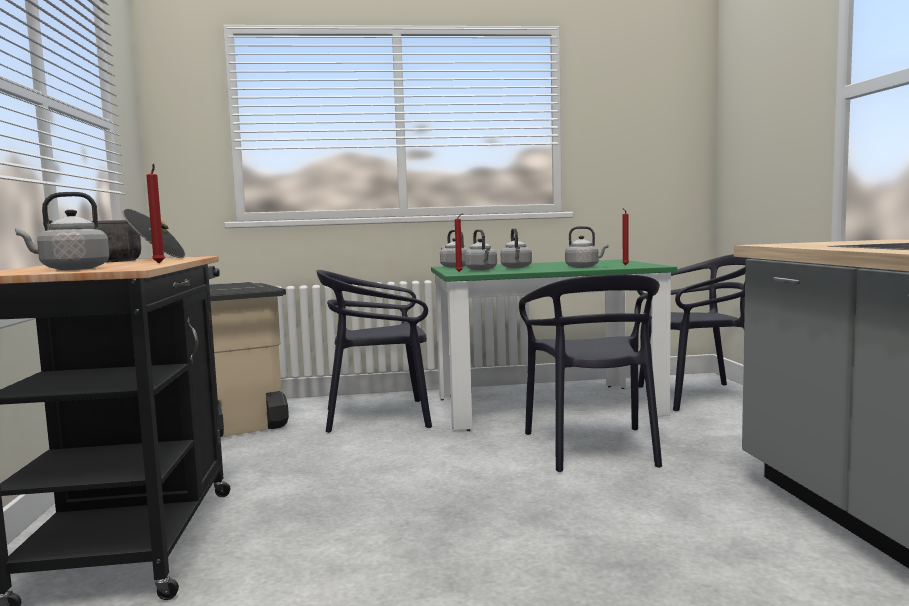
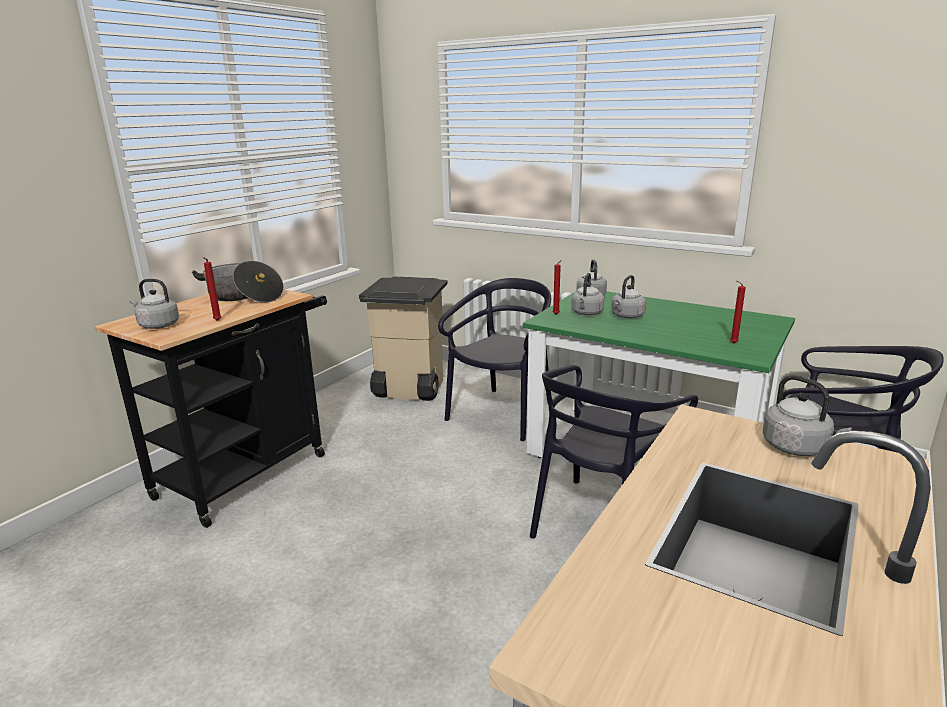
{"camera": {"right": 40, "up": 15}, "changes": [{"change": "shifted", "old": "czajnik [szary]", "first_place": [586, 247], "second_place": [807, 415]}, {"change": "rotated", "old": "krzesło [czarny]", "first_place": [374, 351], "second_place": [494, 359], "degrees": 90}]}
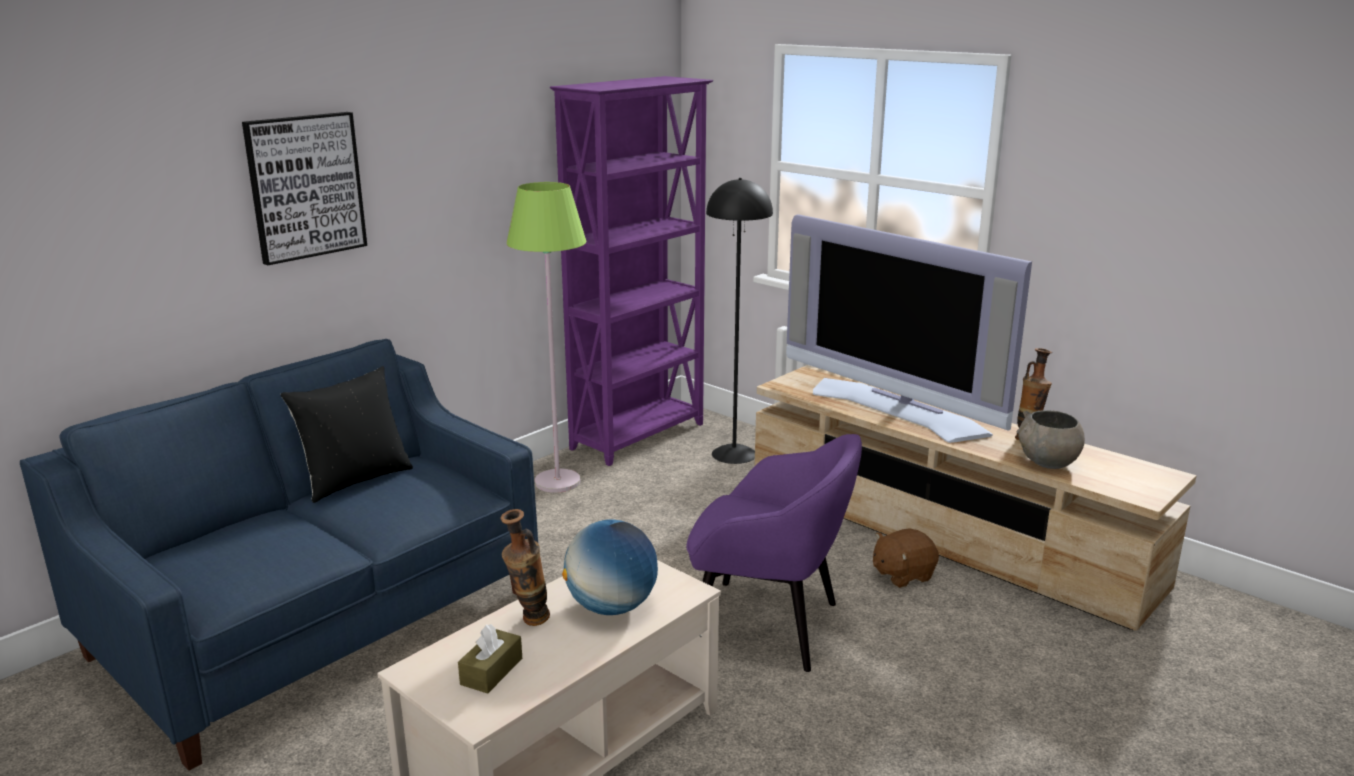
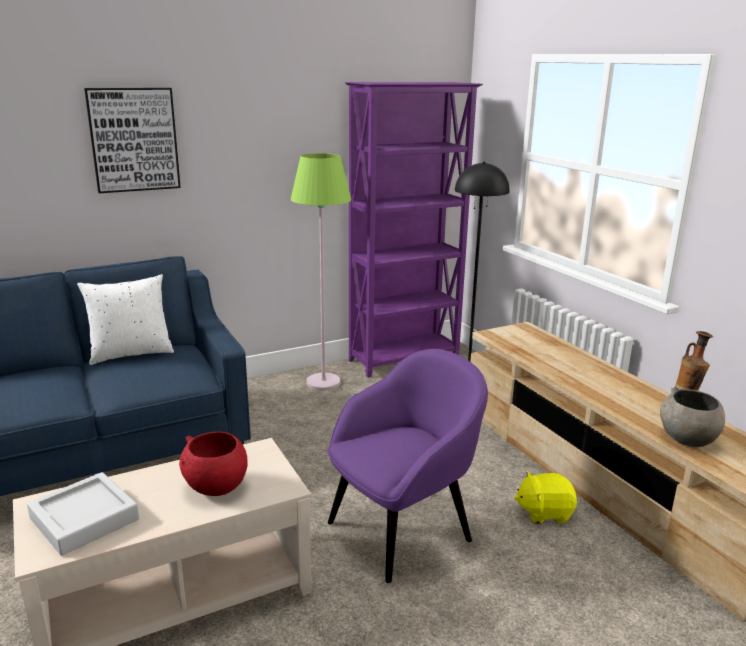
{"camera": {"right": 20, "up": 0}, "changes": [{"change": "gone", "old": "telewizor", "first_place": [909, 328]}, {"change": "repainted", "old": "poduszka [czarny]", "new": "poduszka [biały]", "first_place": [347, 434], "second_place": [125, 319]}, {"change": "rotated", "old": "fotel [fioletowy]", "first_place": [774, 553], "second_place": [408, 466], "degrees": -75}, {"change": "gone", "old": "wazon", "first_place": [525, 567]}, {"change": "swapped", "old": "globus", "new": "miska [czerwony]", "first_place": [610, 567], "second_place": [213, 463]}, {"change": "repainted", "old": "pluszak [brązowy]", "new": "pluszak [żółty]", "first_place": [906, 558], "second_place": [545, 497]}, {"change": "swapped", "old": "pudełko chusteczek [brązowy]", "new": "taca [szary]", "first_place": [490, 659], "second_place": [83, 514]}]}
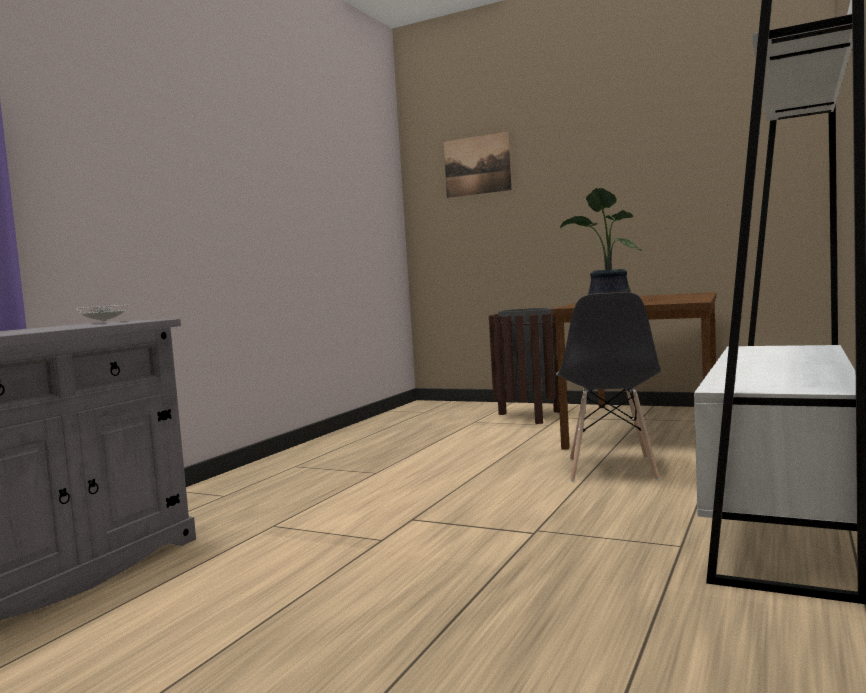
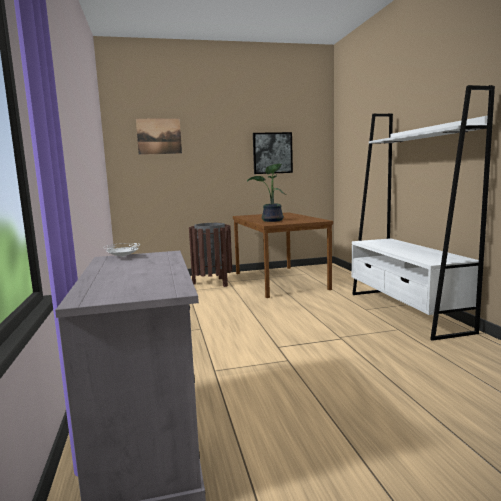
{"camera": {"right": -40, "up": 5}, "changes": [{"change": "gone", "old": "krzesło [szary]", "first_place": [608, 386]}, {"change": "new", "new": "obraz", "second_place": [273, 153]}]}
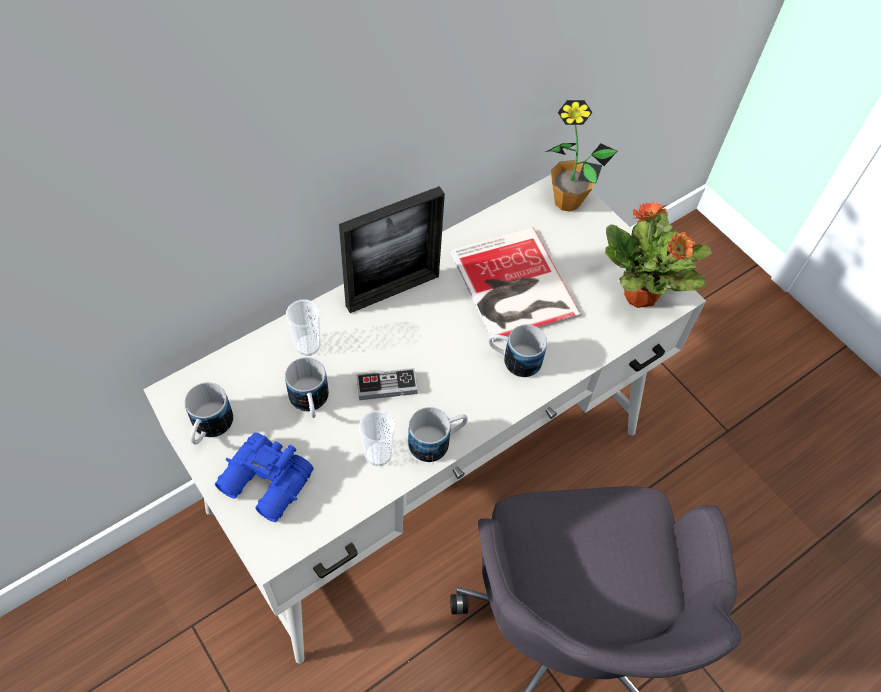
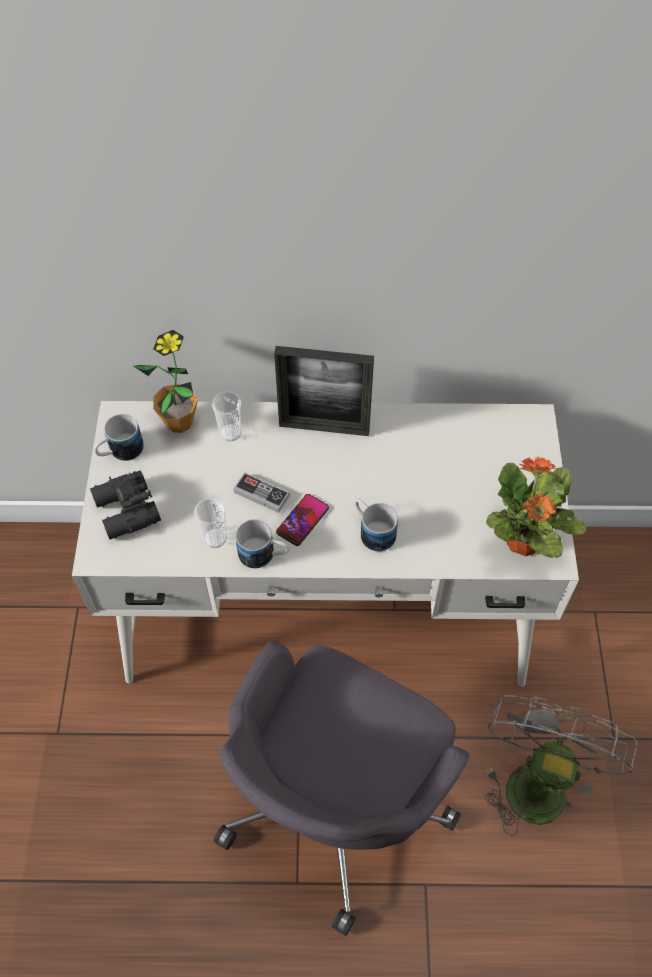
{"camera": {"right": 40, "up": 0}, "changes": [{"change": "shifted", "old": "roślina doniczkowa", "first_place": [581, 156], "second_place": [165, 381]}, {"change": "gone", "old": "książka", "first_place": [515, 284]}, {"change": "gone", "old": "kubek", "first_place": [307, 387]}, {"change": "repainted", "old": "lornetka [niebieski]", "new": "lornetka [czarny]", "first_place": [264, 477], "second_place": [125, 505]}, {"change": "new", "new": "telefon", "second_place": [302, 520]}, {"change": "new", "new": "wentylator [szary]", "second_place": [561, 765]}]}
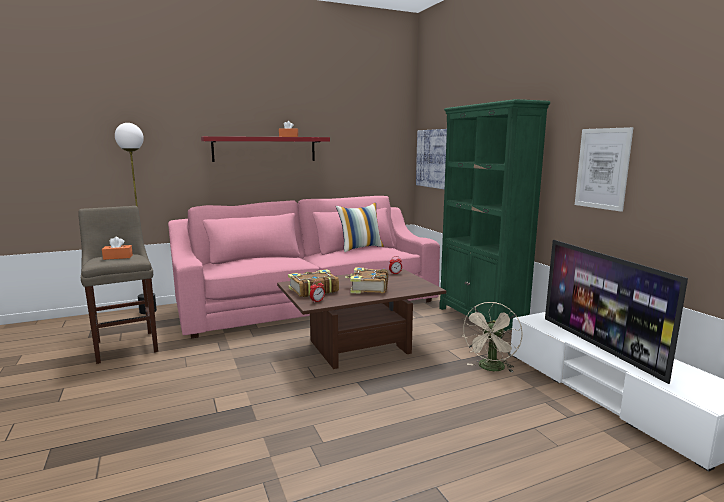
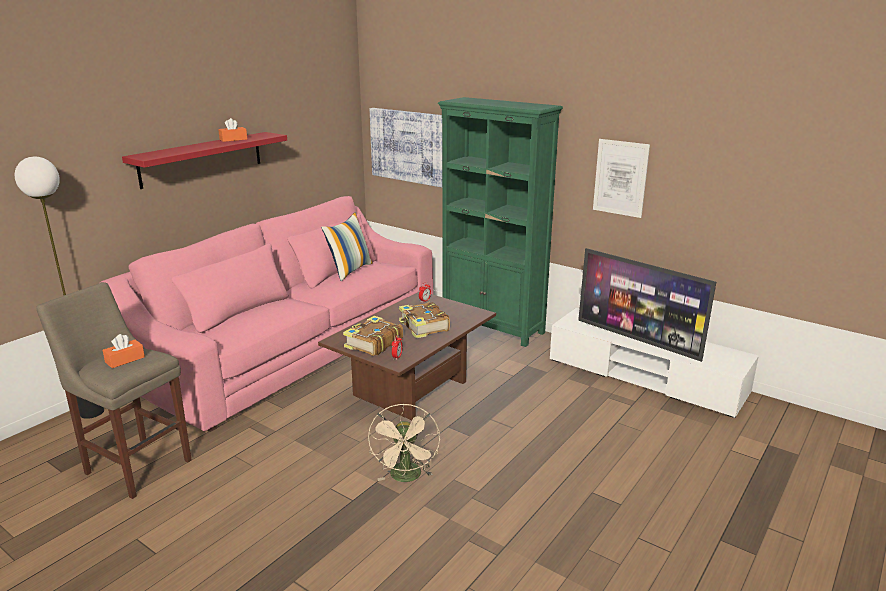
{"camera": {"right": -30, "up": 10}, "changes": [{"change": "shifted", "old": "wentylator [beżowy]", "first_place": [493, 337], "second_place": [404, 443]}]}
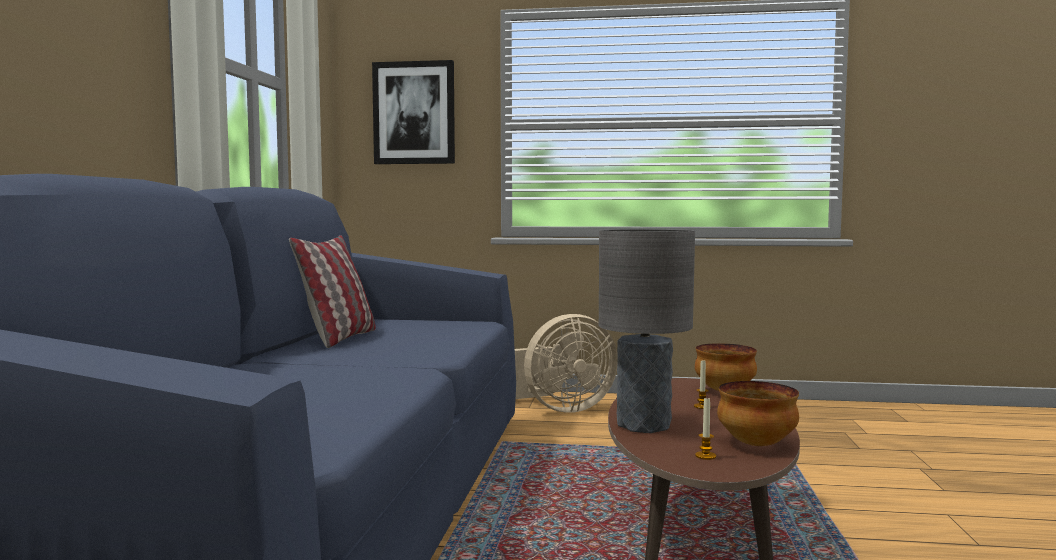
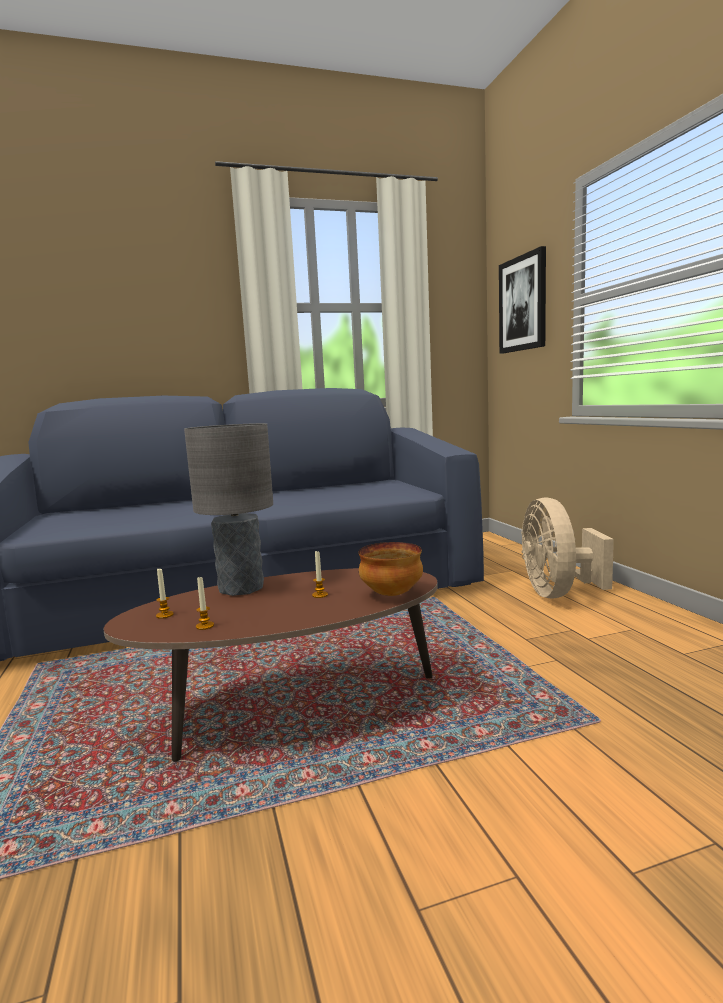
{"camera": {"right": 65, "up": 5}, "changes": [{"change": "gone", "old": "poduszka", "first_place": [332, 291]}, {"change": "rotated", "old": "wentylator [beżowy]", "first_place": [566, 363], "second_place": [567, 548], "degrees": 45}, {"change": "swapped", "old": "miska", "new": "świeca", "first_place": [758, 413], "second_place": [205, 602]}]}
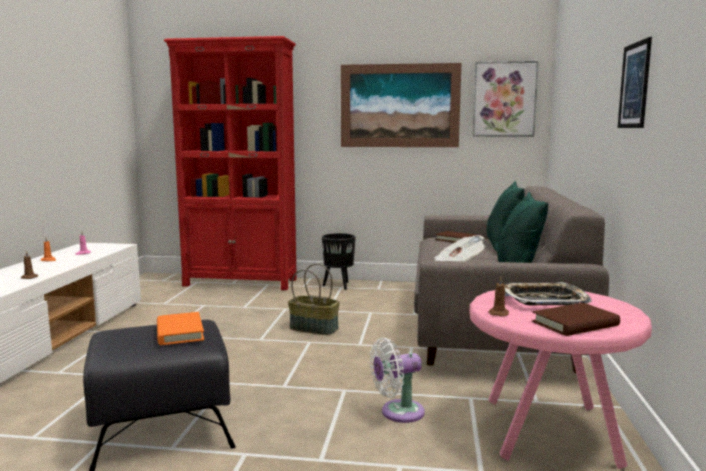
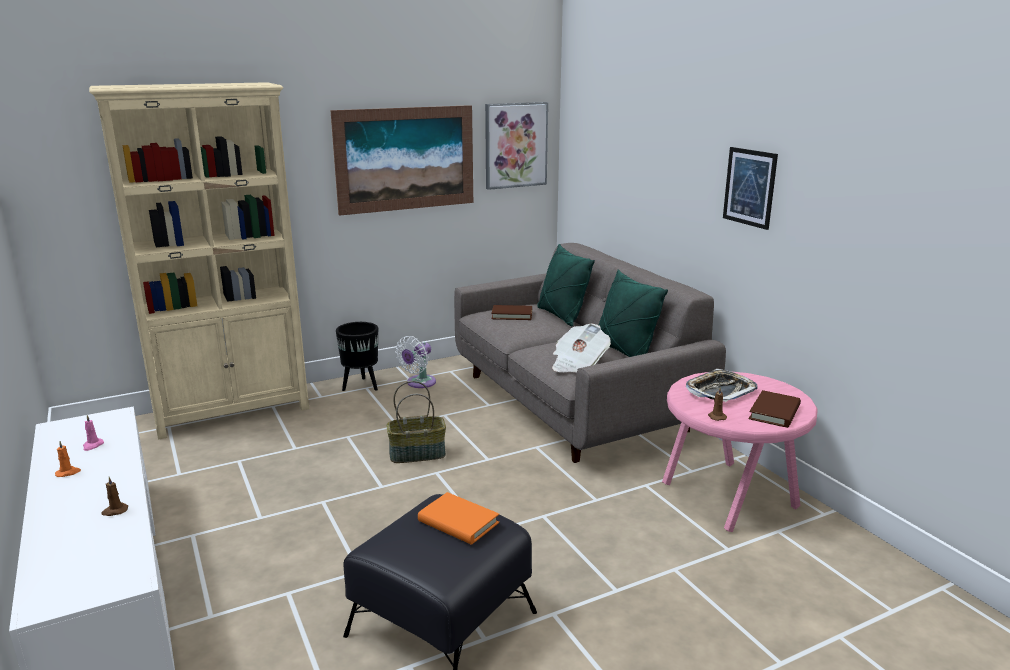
{"camera": {"right": -35, "up": 10}, "changes": [{"change": "repainted", "old": "regał [czerwony]", "new": "regał [beżowy]", "first_place": [230, 163], "second_place": [199, 261]}, {"change": "shifted", "old": "wentylator [biały]", "first_place": [397, 380], "second_place": [415, 362]}]}
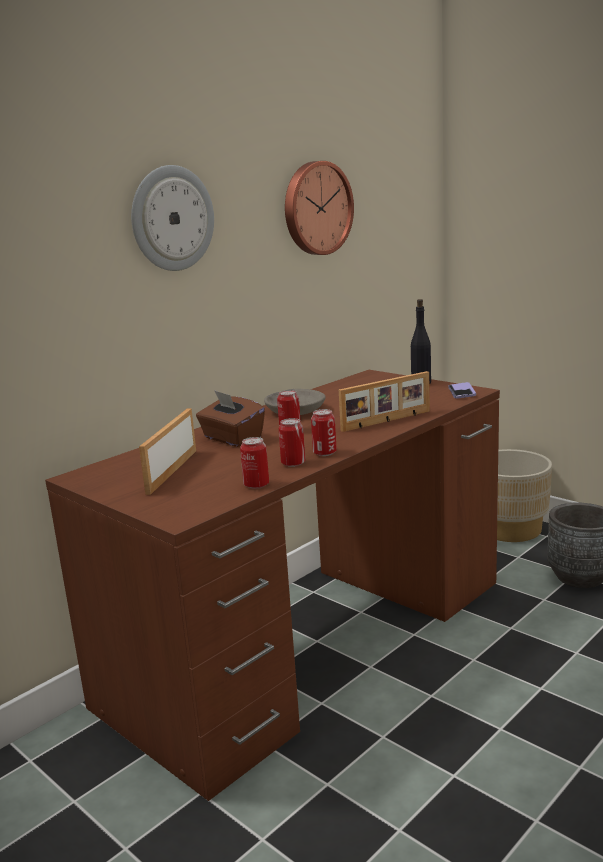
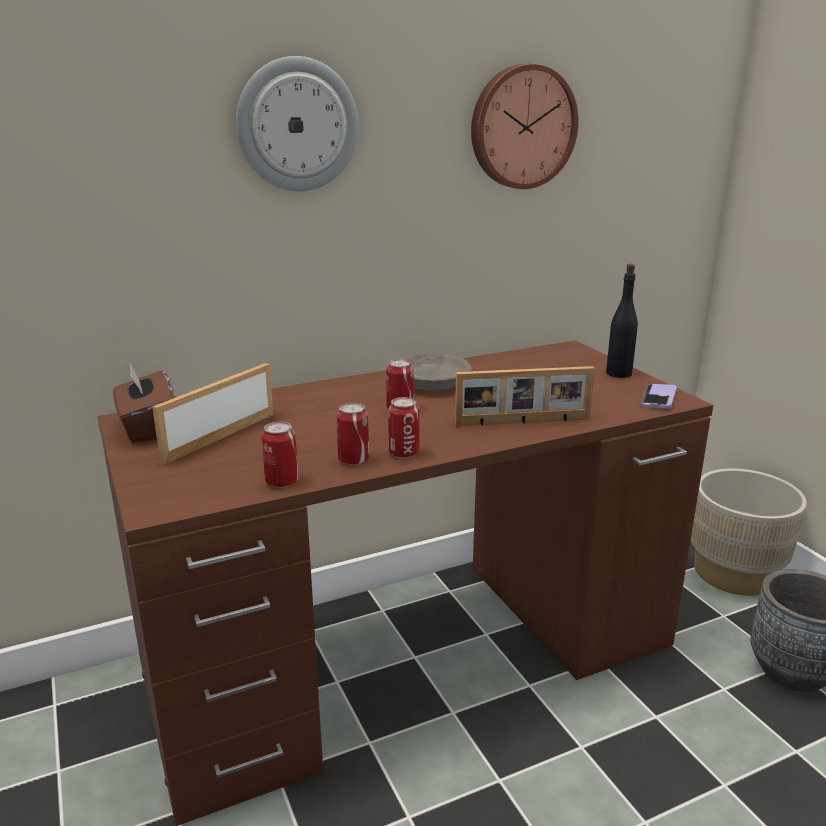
{"camera": {"right": 20, "up": 5}, "changes": [{"change": "shifted", "old": "pudełko chusteczek [brązowy]", "first_place": [230, 418], "second_place": [144, 403]}]}
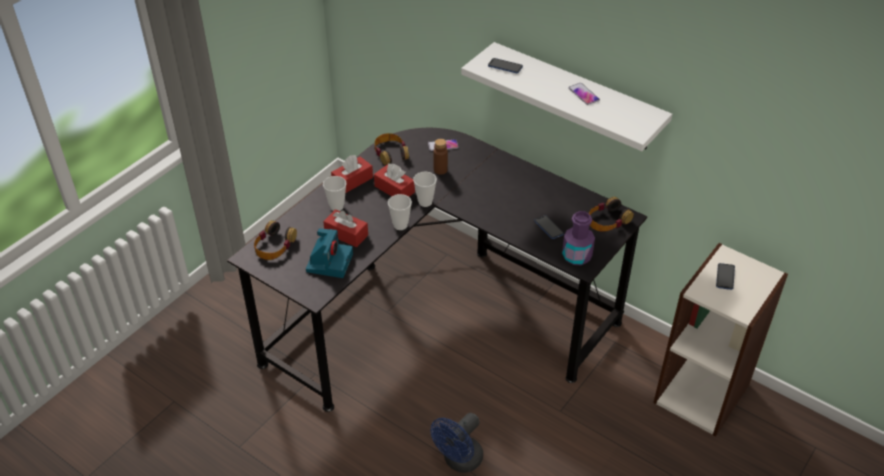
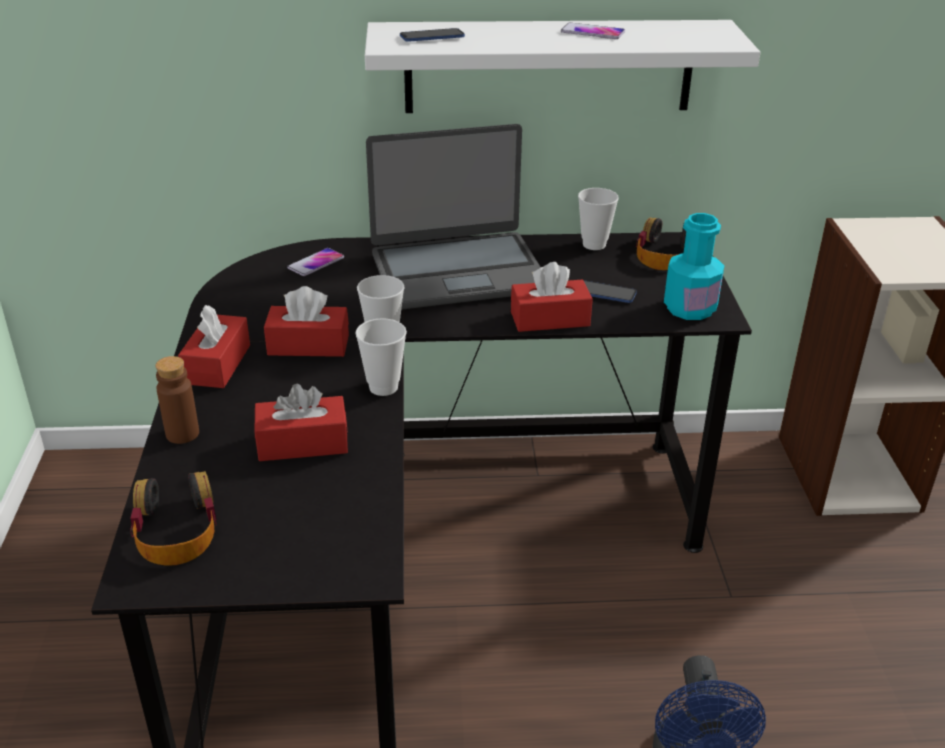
{"camera": {"right": -40, "up": -10}, "changes": [{"change": "gone", "old": "słuchawki", "first_place": [392, 149]}, {"change": "shifted", "old": "butelka [brązowy]", "first_place": [440, 157], "second_place": [177, 400]}, {"change": "shifted", "old": "filiżanka", "first_place": [334, 193], "second_place": [598, 219]}, {"change": "repainted", "old": "butelka [fioletowy]", "new": "butelka [turkusowy]", "first_place": [578, 238], "second_place": [694, 266]}, {"change": "gone", "old": "aparat fotograficzny", "first_place": [329, 253]}, {"change": "gone", "old": "telefon", "first_place": [725, 276]}, {"change": "new", "new": "laptop", "second_place": [453, 217]}, {"change": "new", "new": "pudełko chusteczek [czerwony]", "second_place": [552, 297]}]}
